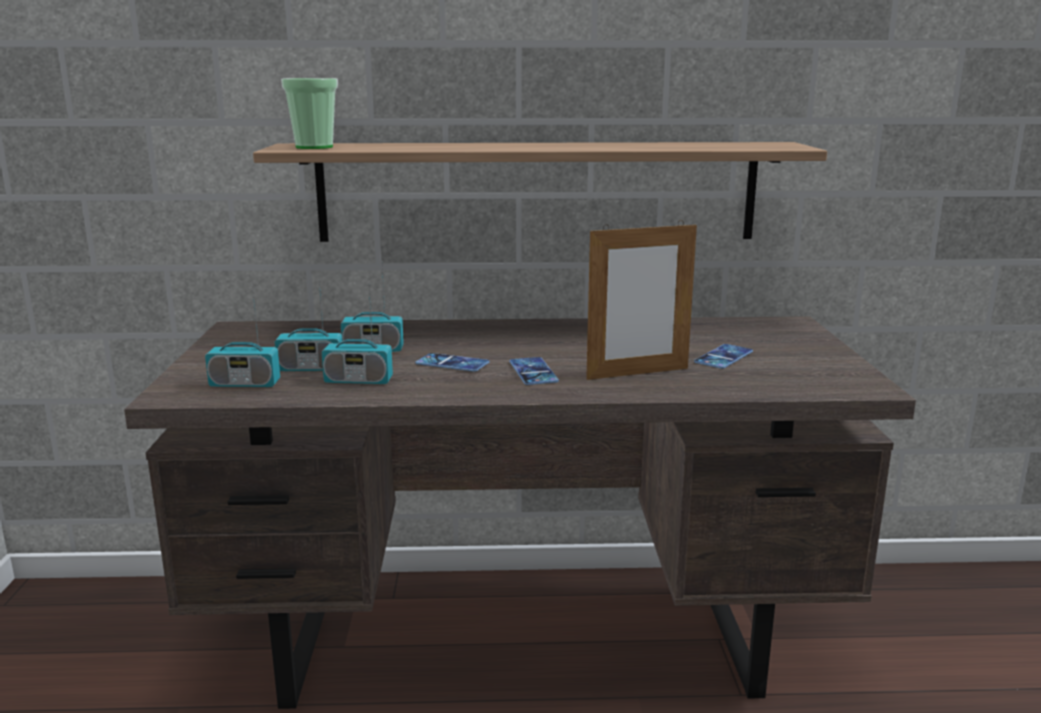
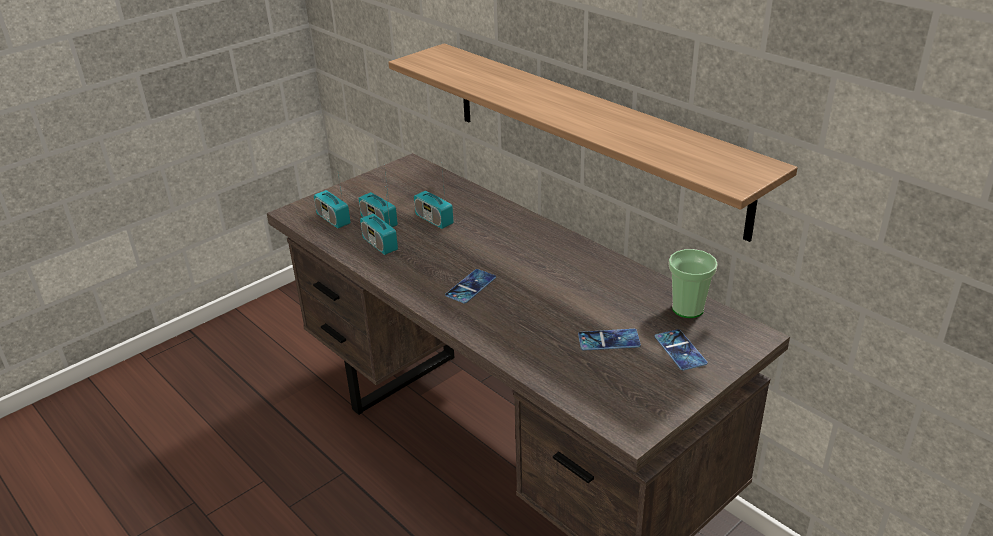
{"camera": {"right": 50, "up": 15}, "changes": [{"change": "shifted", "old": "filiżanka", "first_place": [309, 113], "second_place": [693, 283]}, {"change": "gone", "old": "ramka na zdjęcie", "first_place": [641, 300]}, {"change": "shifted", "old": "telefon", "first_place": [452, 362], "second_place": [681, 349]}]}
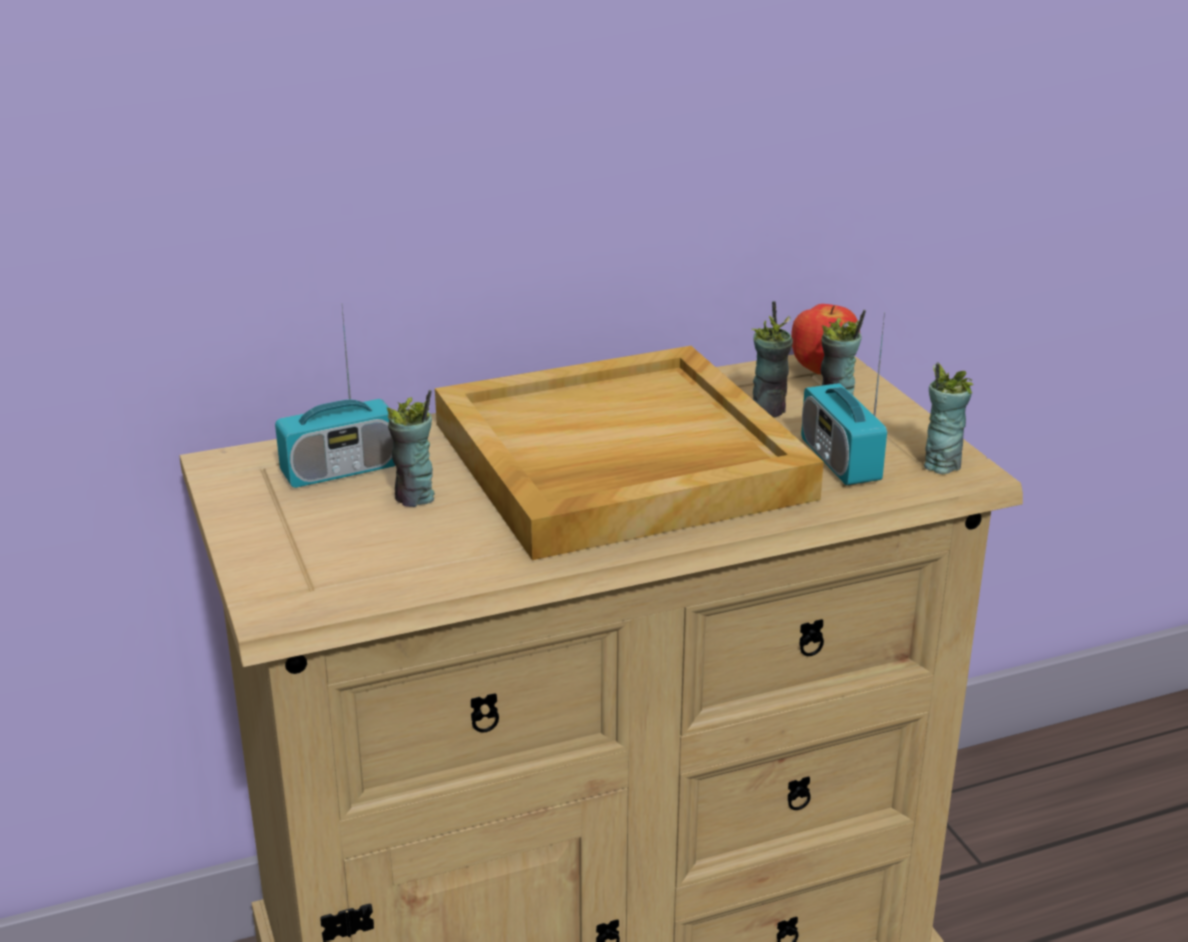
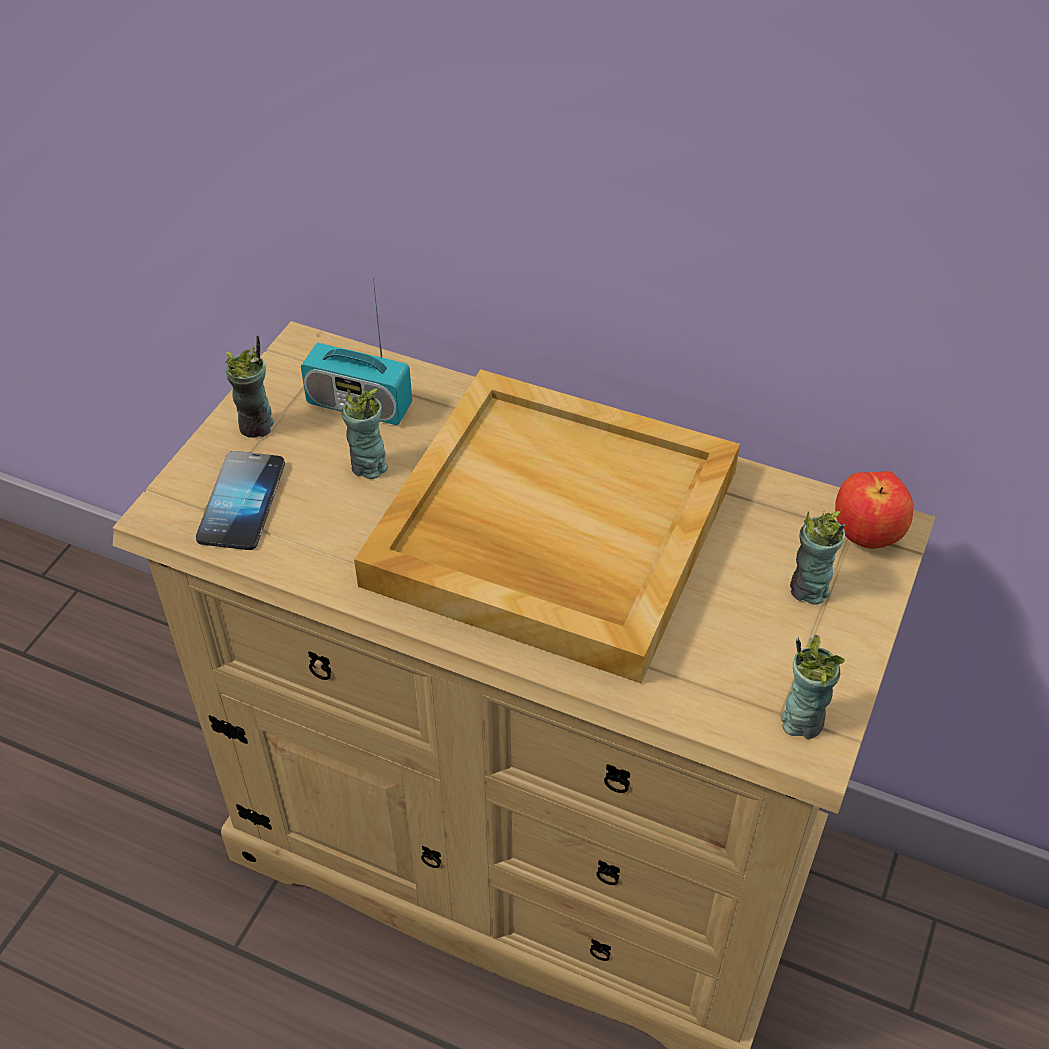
{"camera": {"right": 45, "up": 20}, "changes": [{"change": "shifted", "old": "filiżanka", "first_place": [772, 359], "second_place": [249, 386]}, {"change": "gone", "old": "radio", "first_place": [844, 398]}, {"change": "new", "new": "telefon", "second_place": [240, 500]}]}
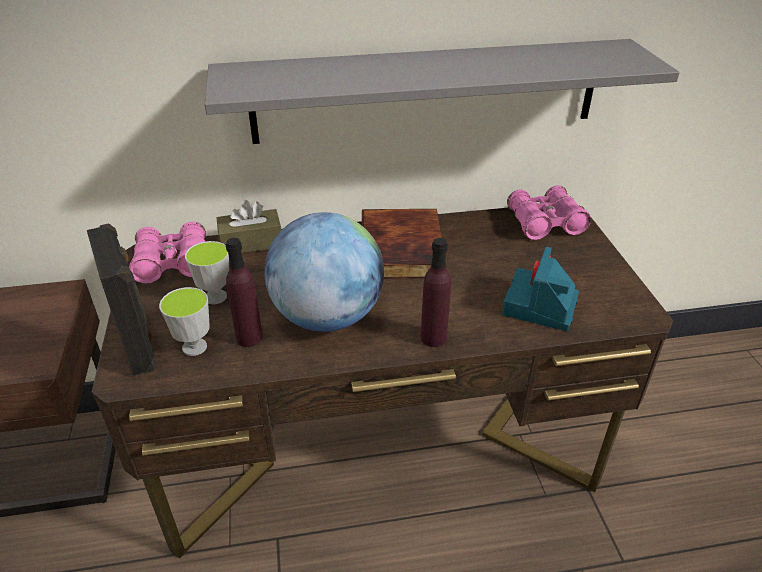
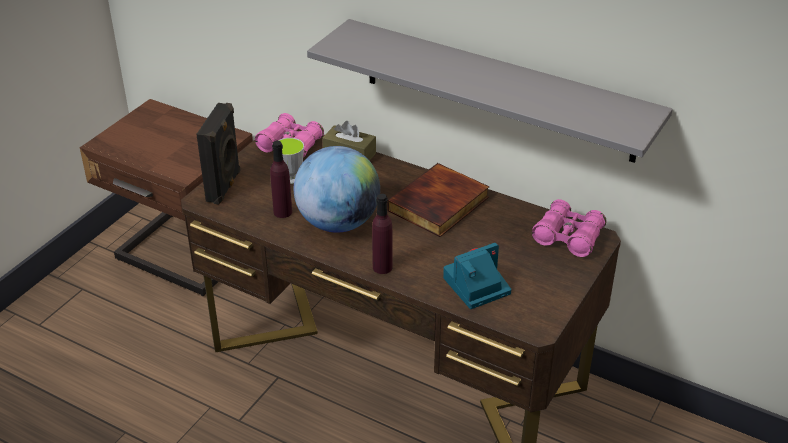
{"camera": {"right": 40, "up": 0}, "changes": [{"change": "gone", "old": "filiżanka", "first_place": [184, 321]}]}
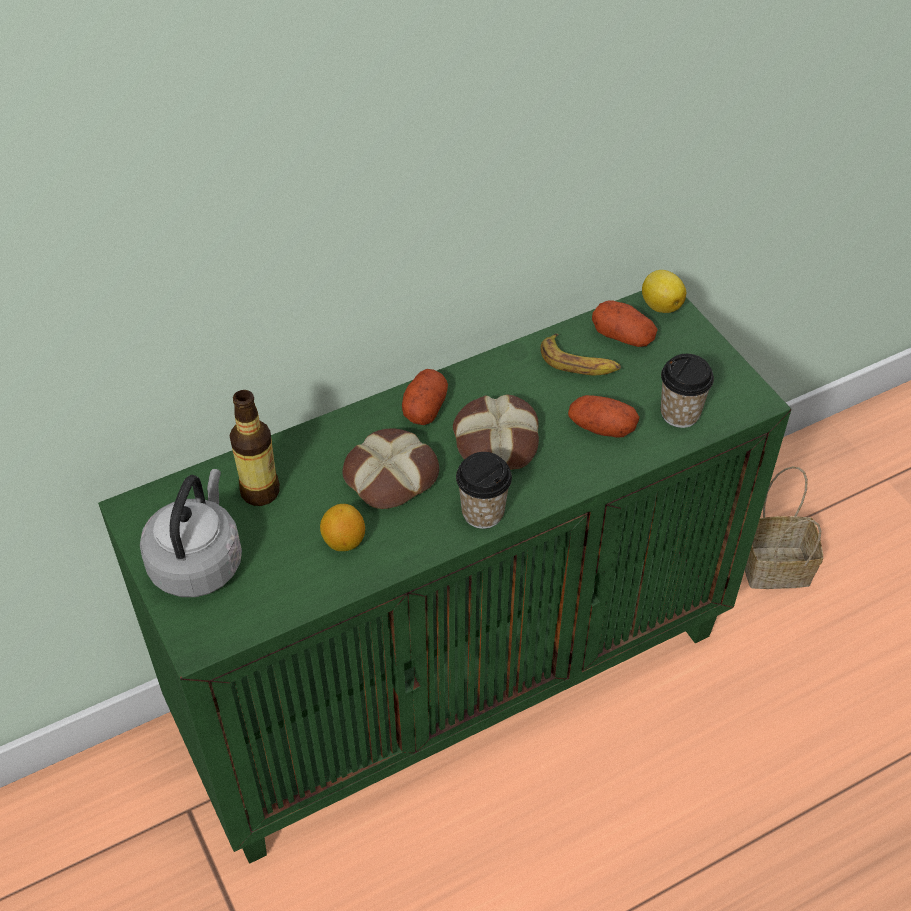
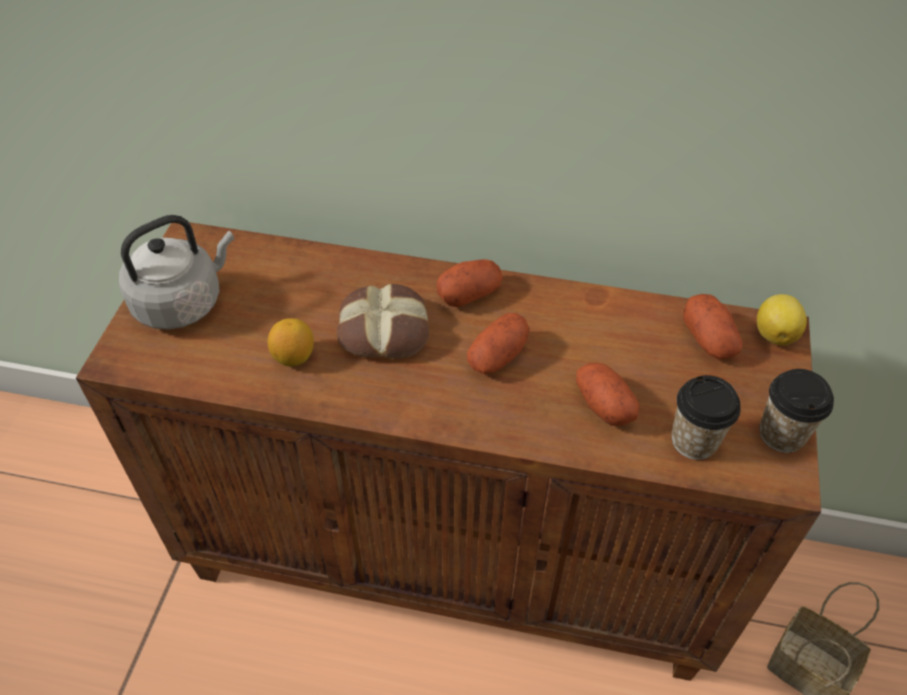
{"camera": {"right": 40, "up": 0}, "changes": [{"change": "repainted", "old": "szafka [zielony]", "new": "szafka [brązowy]", "first_place": [444, 577], "second_place": [448, 451]}, {"change": "gone", "old": "banan", "first_place": [580, 354]}, {"change": "gone", "old": "butelka", "first_place": [254, 448]}, {"change": "swapped", "old": "chleb", "new": "ziemniak", "first_place": [496, 432], "second_place": [498, 343]}, {"change": "shifted", "old": "filiżanka", "first_place": [484, 490], "second_place": [796, 411]}]}
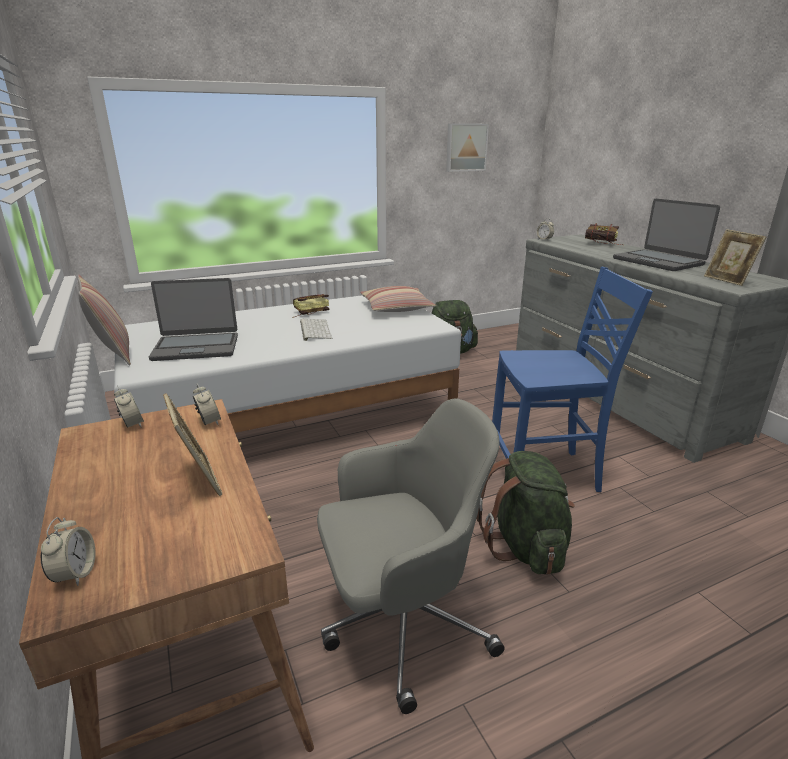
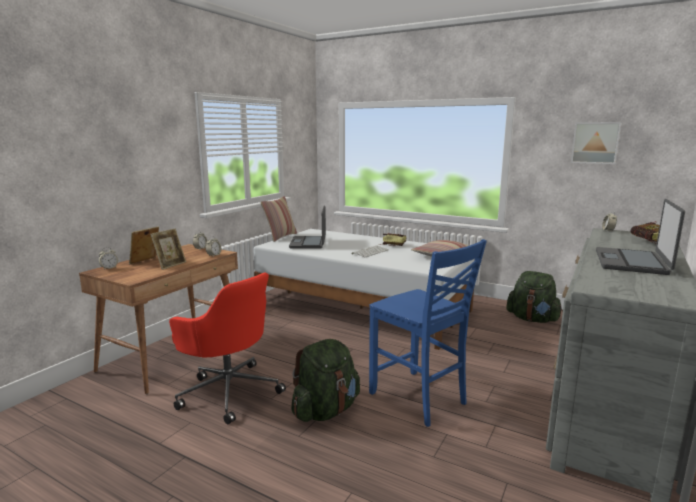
{"camera": {"right": 55, "up": -10}, "changes": [{"change": "shifted", "old": "ramka na zdjęcie", "first_place": [735, 257], "second_place": [144, 245]}, {"change": "rotated", "old": "laptop", "first_place": [193, 319], "second_place": [307, 227], "degrees": 45}, {"change": "repainted", "old": "krzesło biurowe [szary]", "new": "krzesło biurowe [czerwony]", "first_place": [411, 556], "second_place": [227, 348]}]}
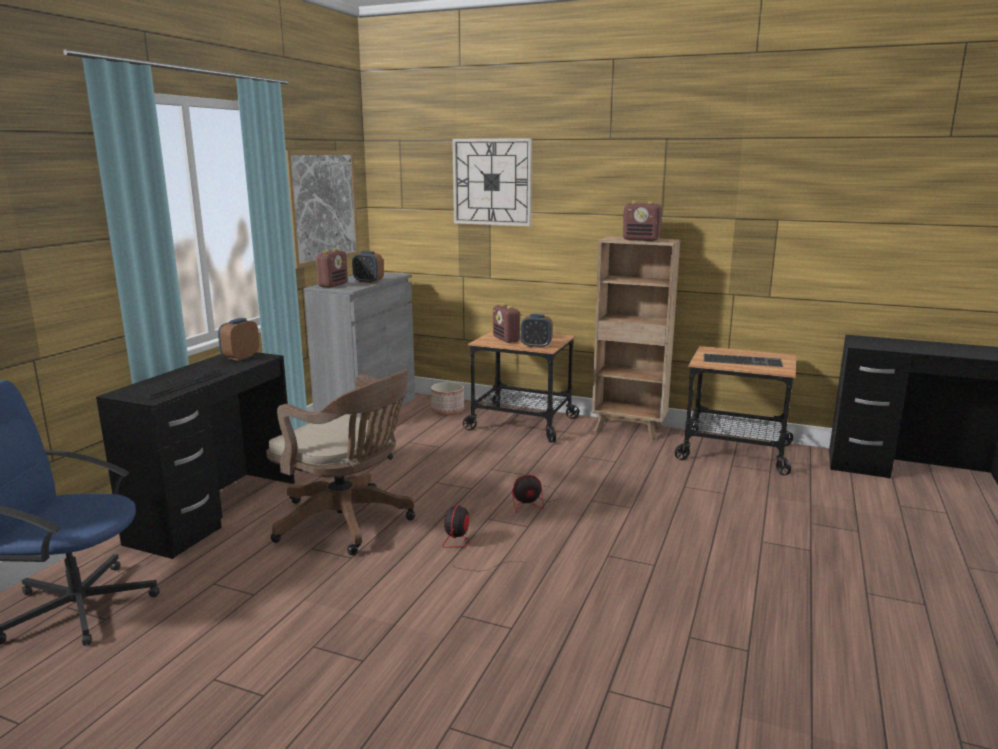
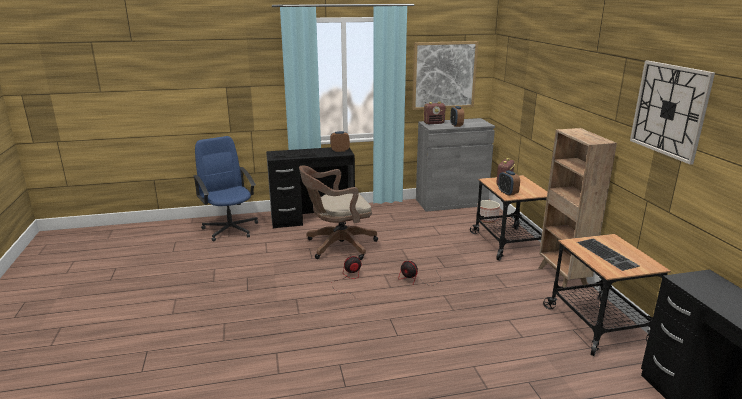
{"camera": {"right": 55, "up": 5}, "changes": [{"change": "shifted", "old": "zegar ścienny", "first_place": [492, 182], "second_place": [672, 113]}, {"change": "gone", "old": "radio", "first_place": [642, 221]}, {"change": "rotated", "old": "krzesło biurowe [brązowy]", "first_place": [340, 462], "second_place": [338, 213], "degrees": 75}]}
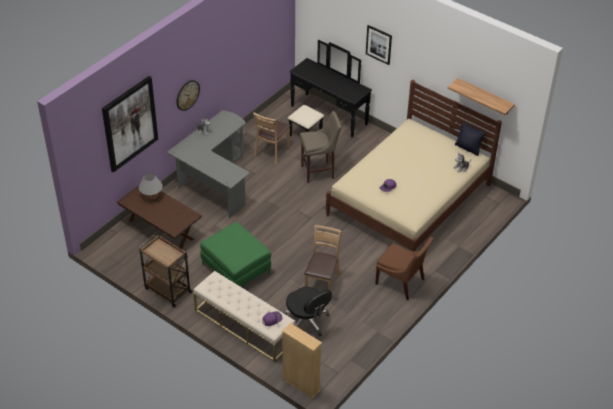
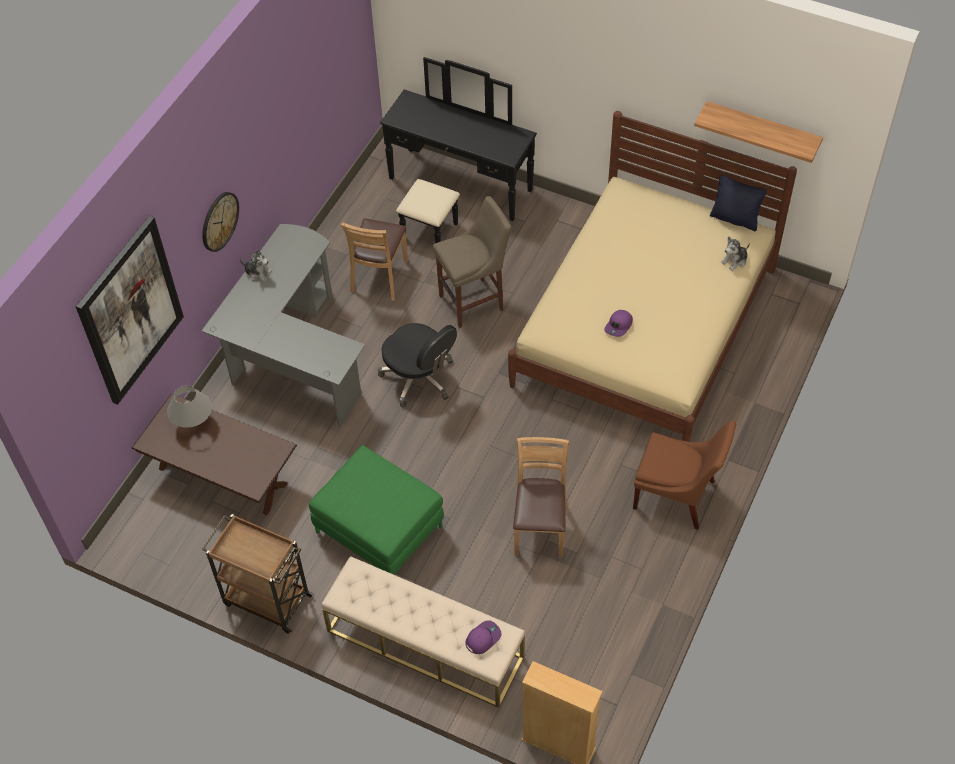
{"camera": {"right": -10, "up": 10}, "changes": [{"change": "gone", "old": "obraz", "first_place": [379, 45]}, {"change": "shifted", "old": "krzesło biurowe [czarny]", "first_place": [307, 311], "second_place": [417, 365]}]}
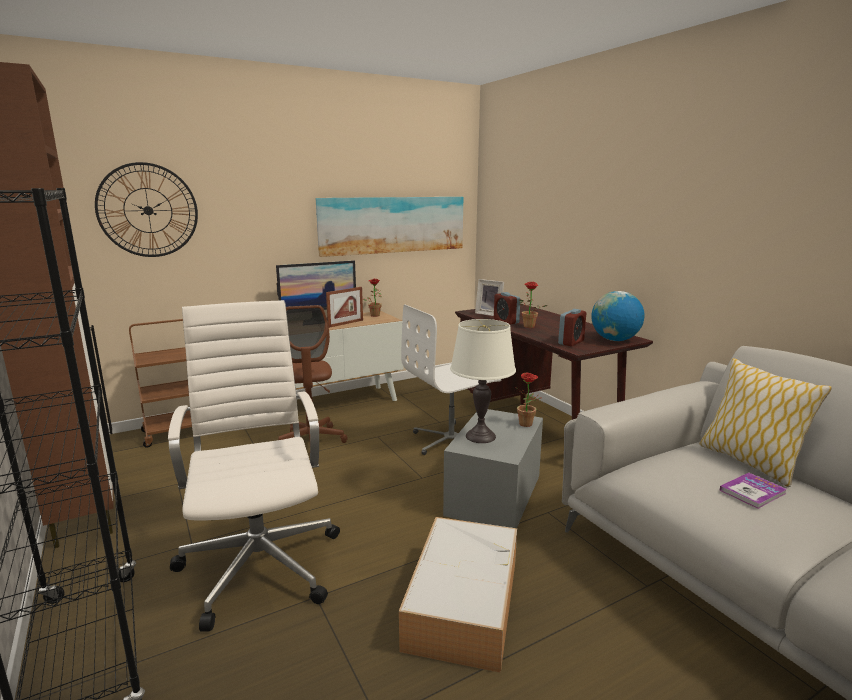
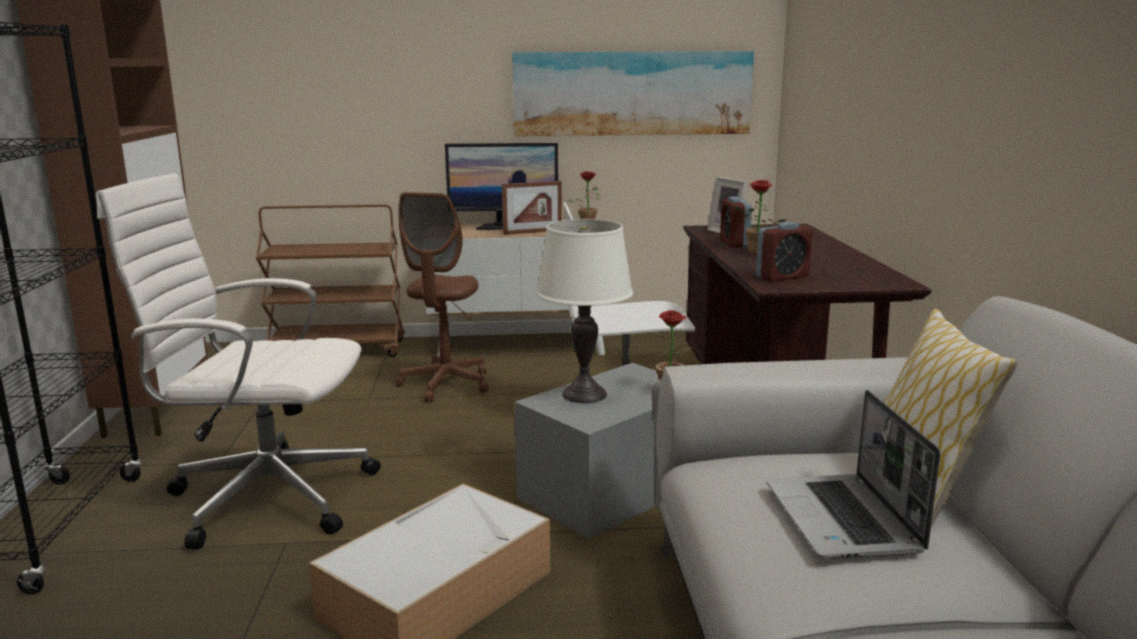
{"camera": {"right": 25, "up": 0}, "changes": [{"change": "gone", "old": "zegar ścienny", "first_place": [146, 209]}, {"change": "gone", "old": "globus", "first_place": [618, 316]}, {"change": "rotated", "old": "krzesło biurowe [biały]", "first_place": [254, 466], "second_place": [238, 361], "degrees": -90}, {"change": "swapped", "old": "książka", "new": "laptop", "first_place": [753, 491], "second_place": [853, 474]}]}
